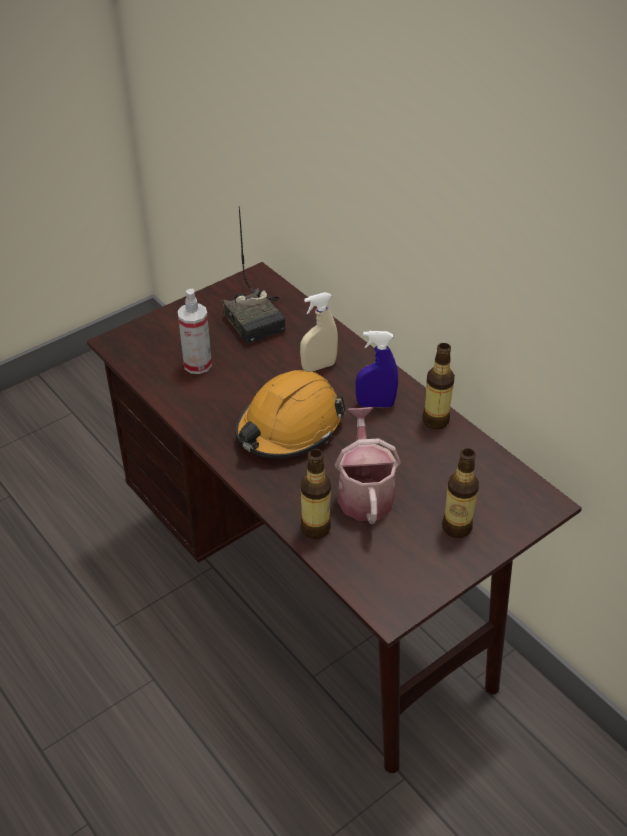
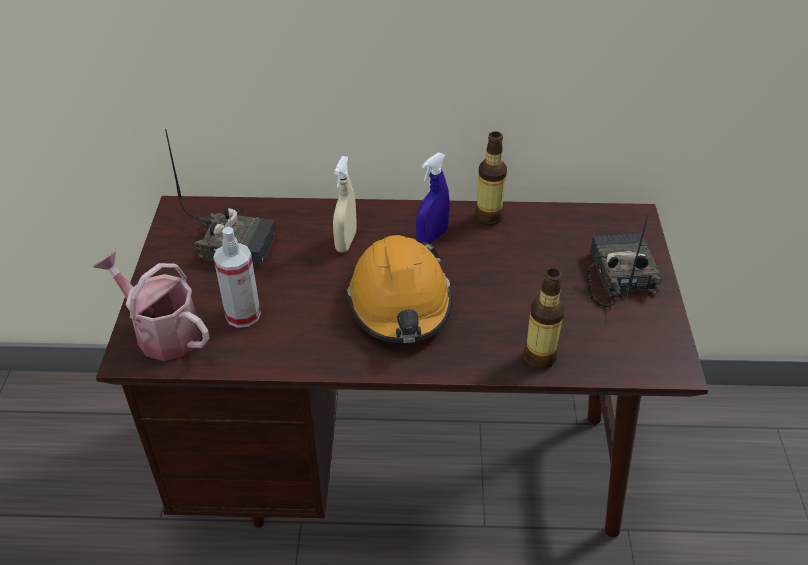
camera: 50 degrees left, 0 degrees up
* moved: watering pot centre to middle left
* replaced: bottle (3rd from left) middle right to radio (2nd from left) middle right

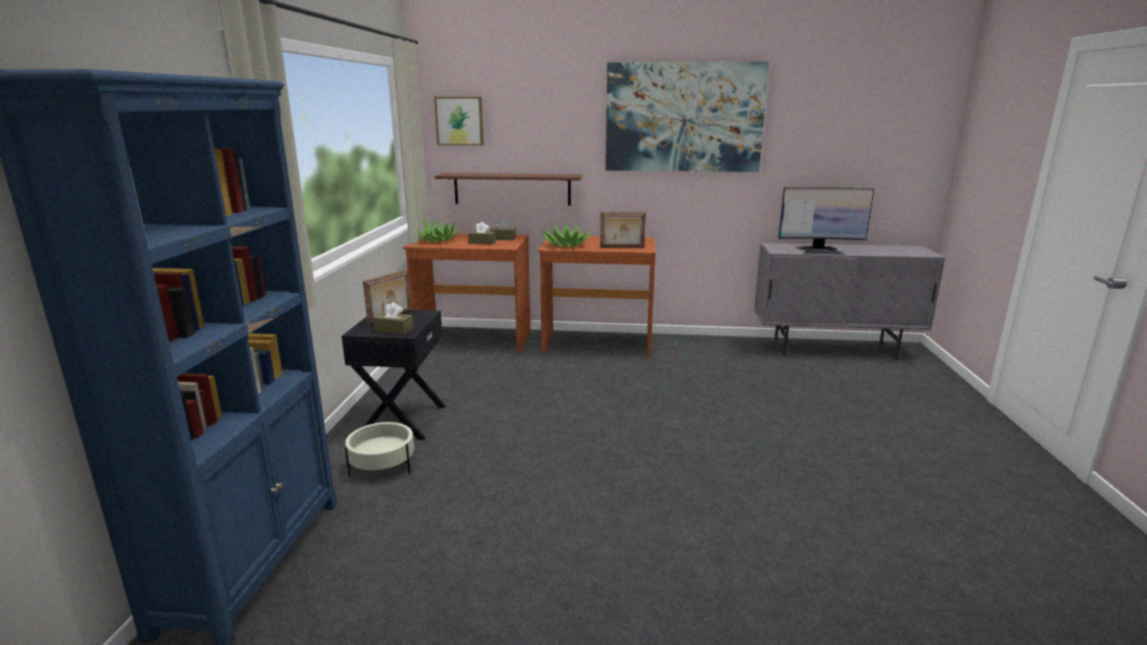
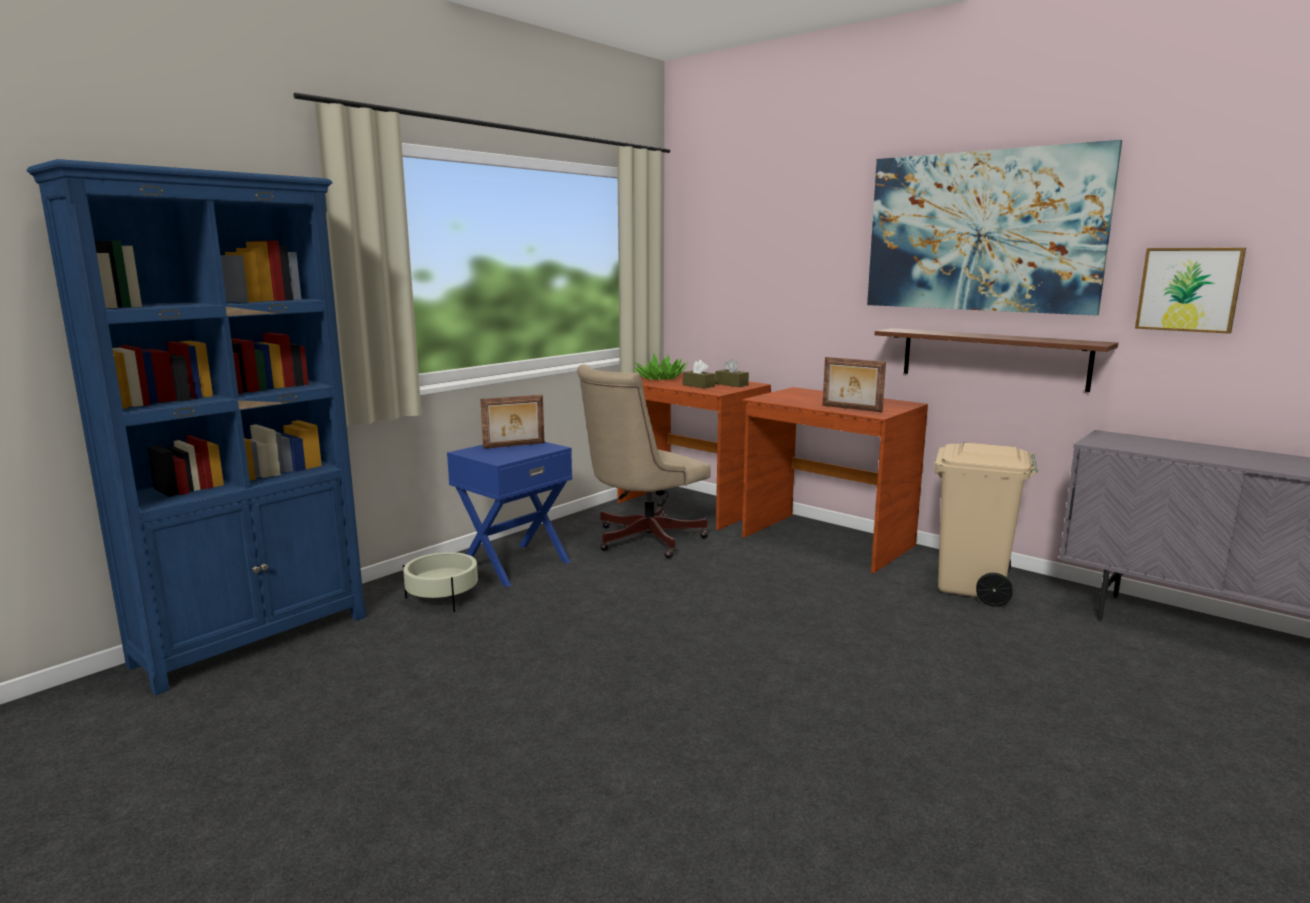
camera: 35 degrees right, 5 degrees down
* recoloured: nightstand in black centre to nightstand in bluish centre
* added: desk chair in sand-coloured centre
* moved: shelf in brownish top centre to middle right
* added: rubbish bin in sand-coloured middle right
* moved: wall art (1st from left in the first image) top centre to wall art (2nd from left) top right
* removed: box of tissues in brownish (1st from left) centre
* removed: potted plant (2nd from left) centre
* removed: computer display middle right

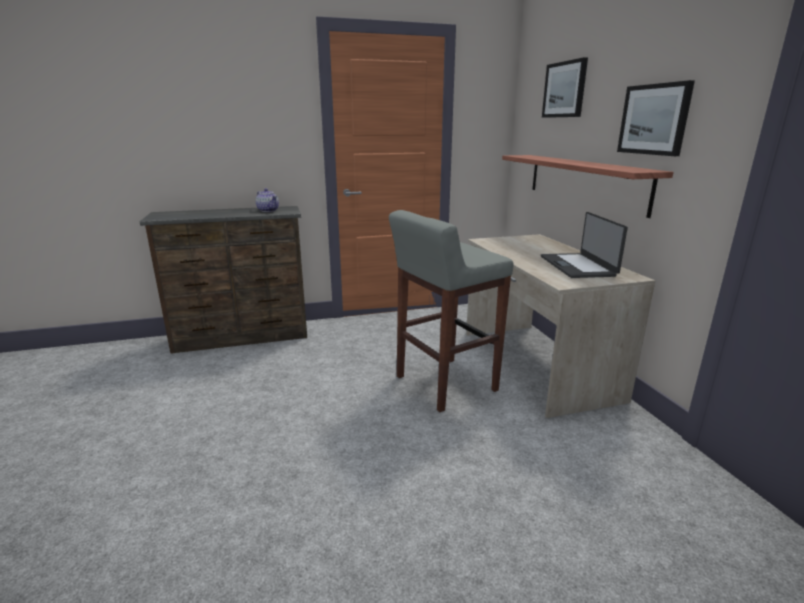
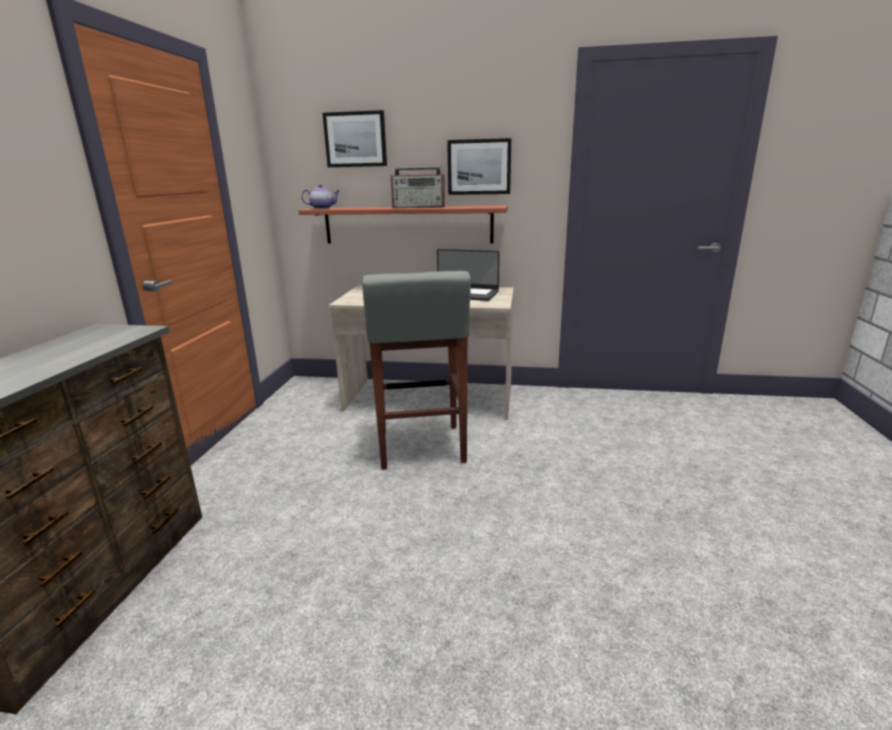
camera: 65 degrees left, 0 degrees up
* moved: tea pot top left to top centre
* added: radio top centre

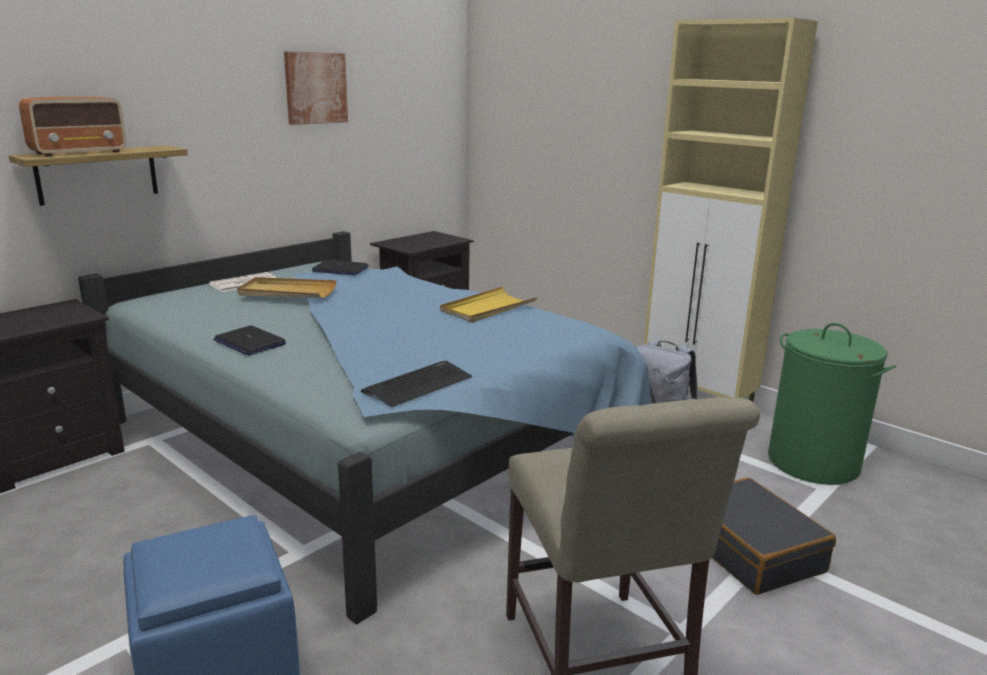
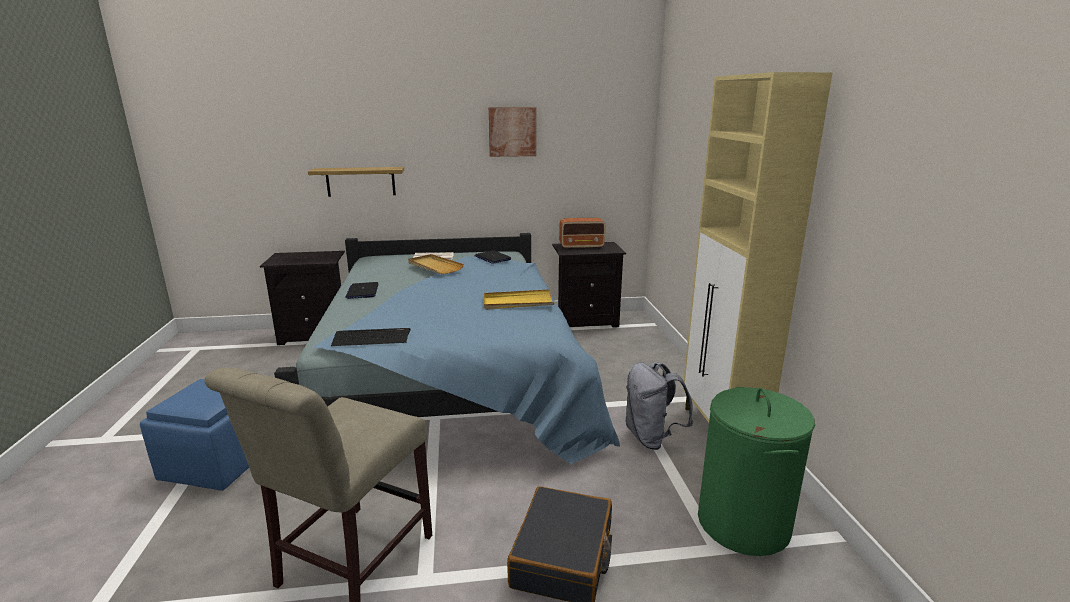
camera: 40 degrees right, 0 degrees up
* moved: radio top left to centre

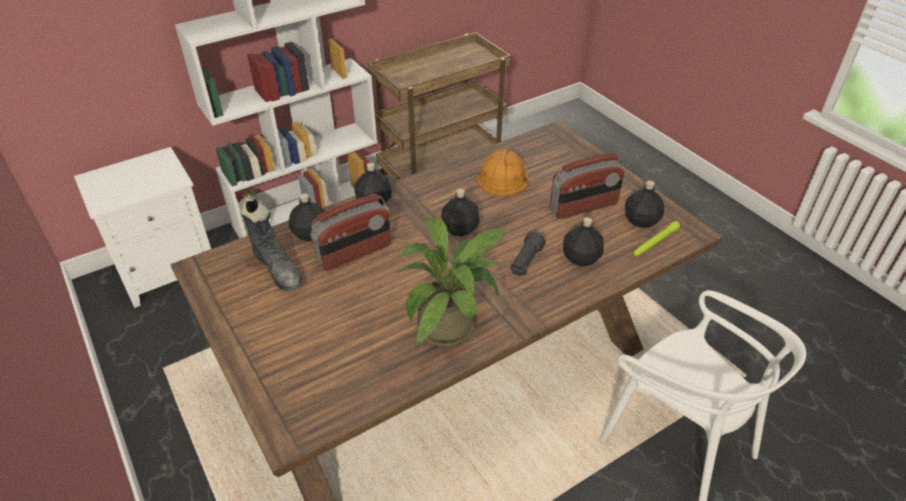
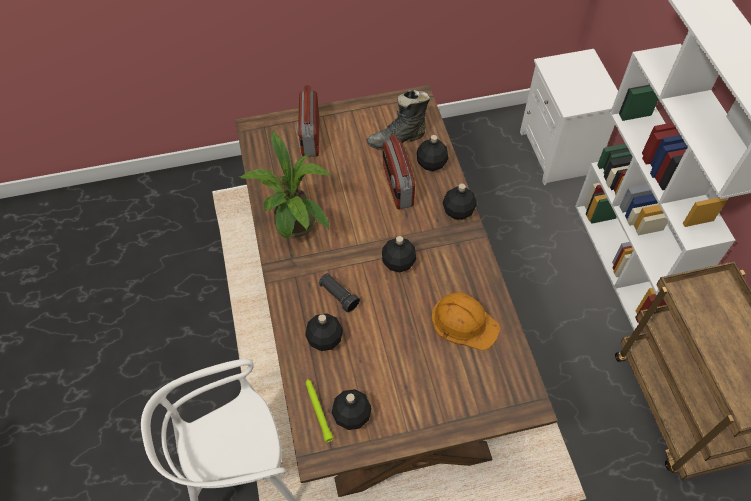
camera: 110 degrees right, 15 degrees up
* moved: radio (2nd from left in the first image) centre to radio (1st from left) top centre

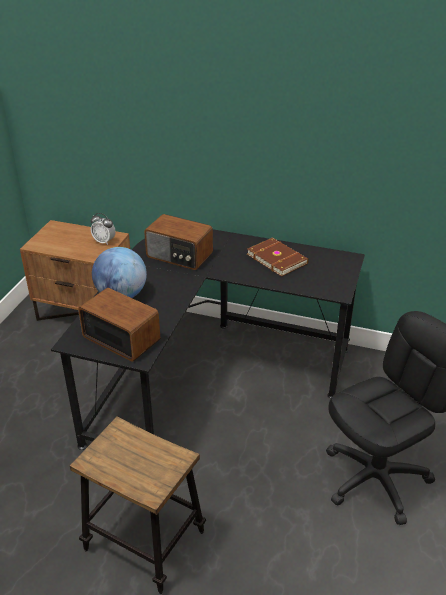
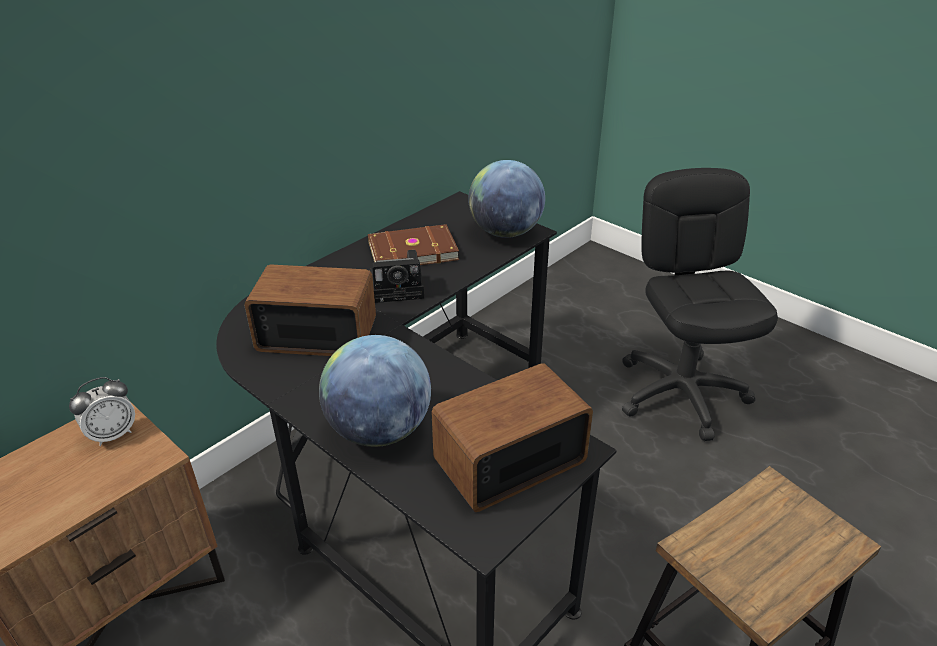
camera: 65 degrees left, 0 degrees up
* turned: radio (2nd from left in the first image) centre = middle left 135 degrees counterclockwise
* added: photo camera centre
* added: world globe (2nd from left) top centre

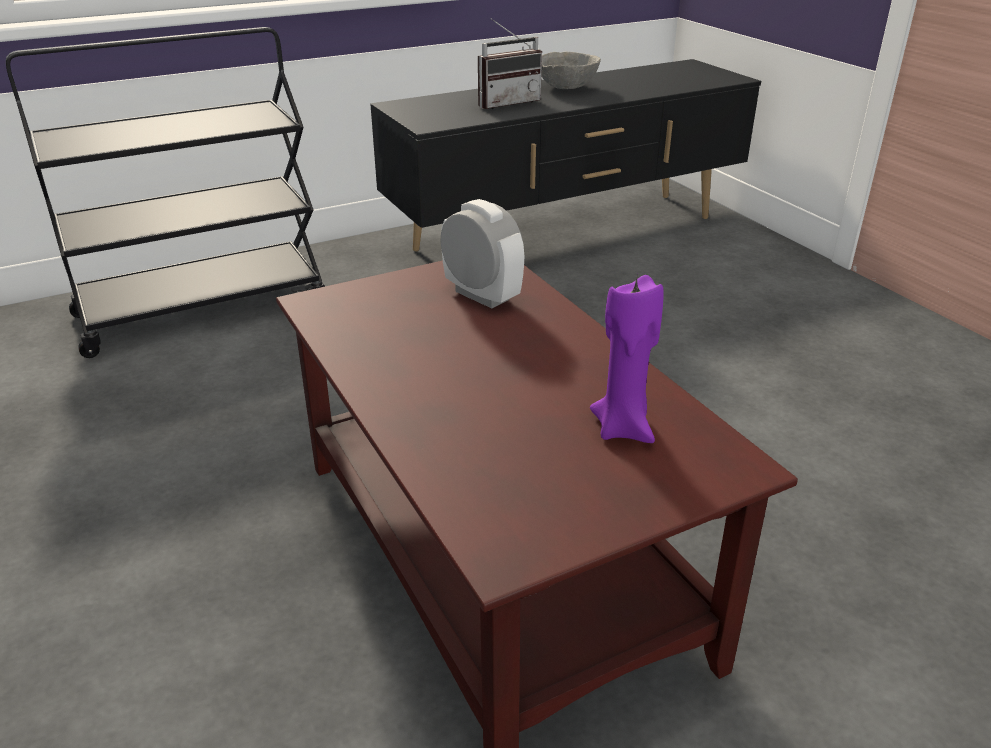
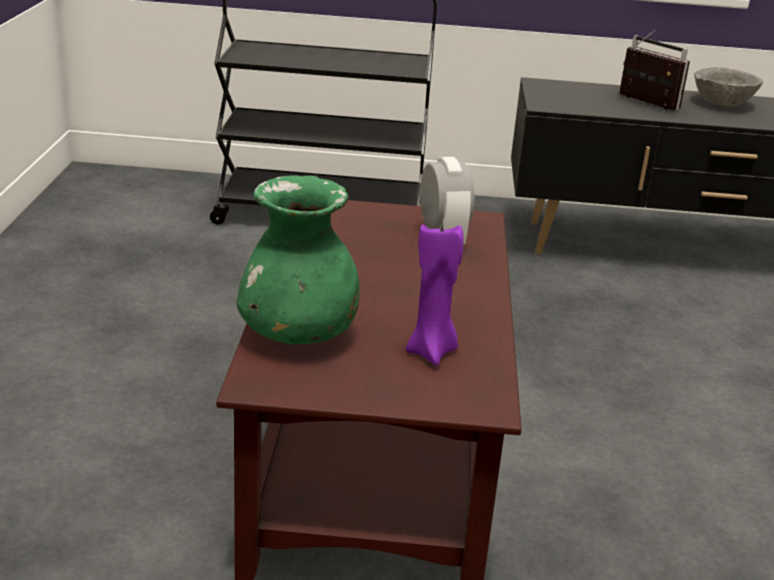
camera: 30 degrees right, 5 degrees down
* added: flower vase in greenish centre
* turned: radio top centre = top right 135 degrees counterclockwise

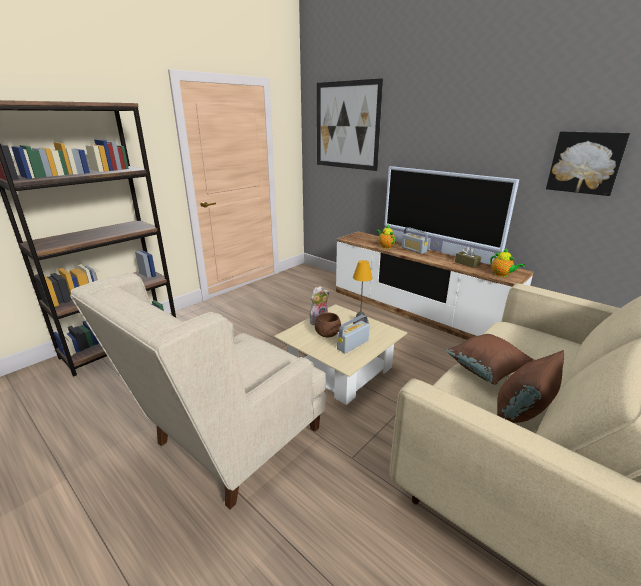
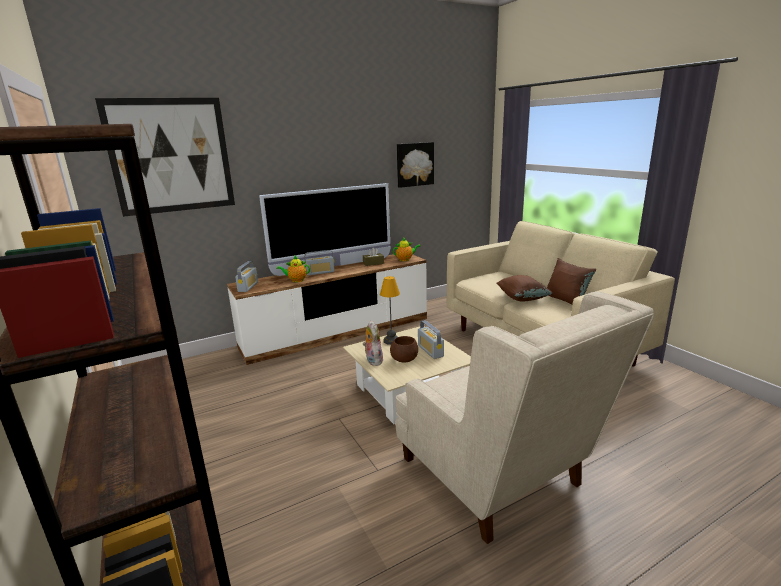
camera: 70 degrees left, 5 degrees down
* added: radio (1st from left) middle left

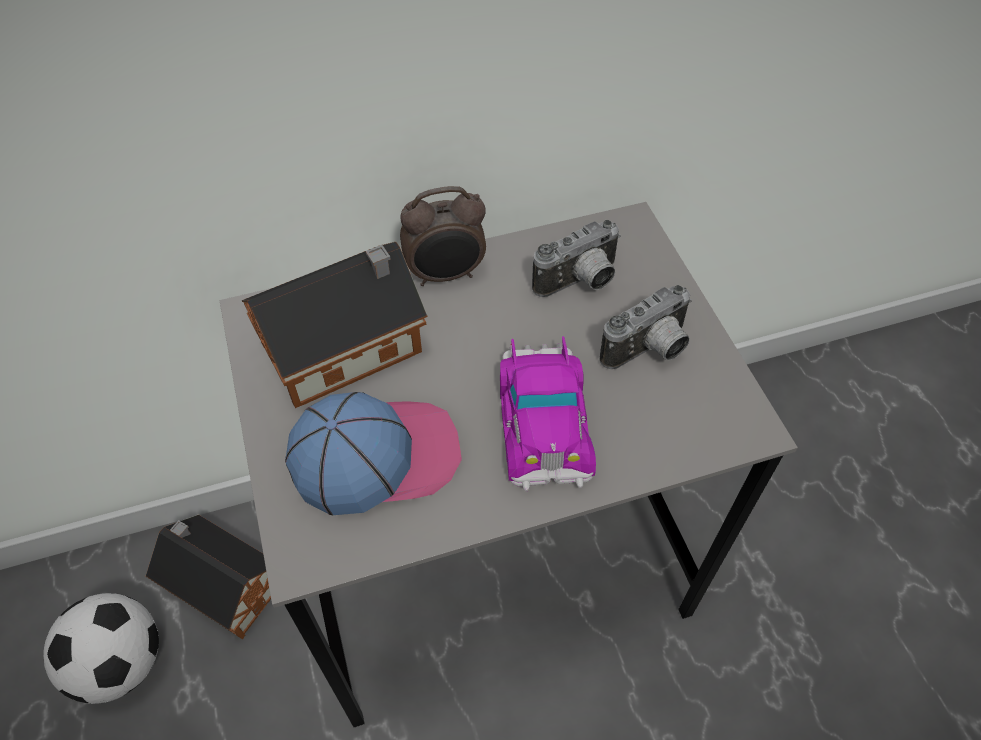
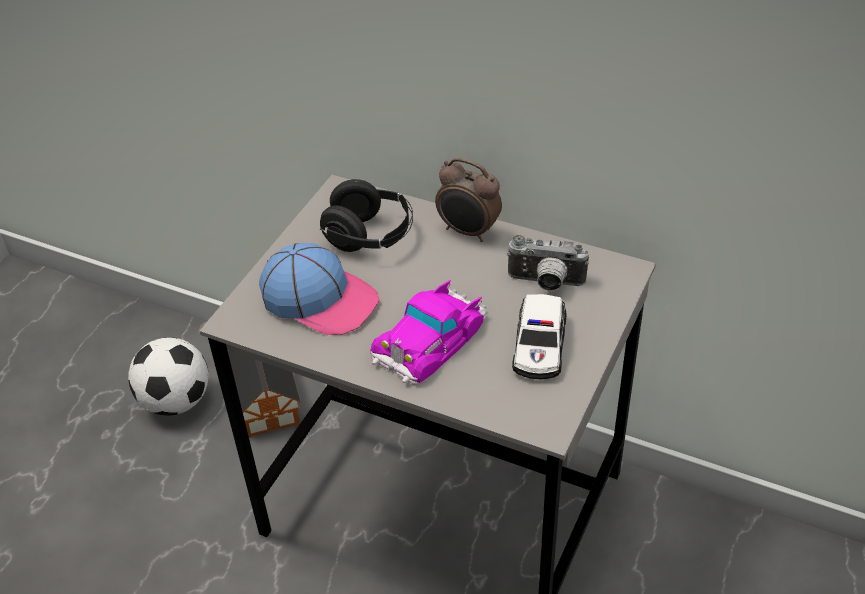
camera: 45 degrees right, 10 degrees down
* replaced: model house (2nd from left) centre to headphones in black centre
* replaced: photo camera (2nd from left) centre to miniature car (2nd from left) centre

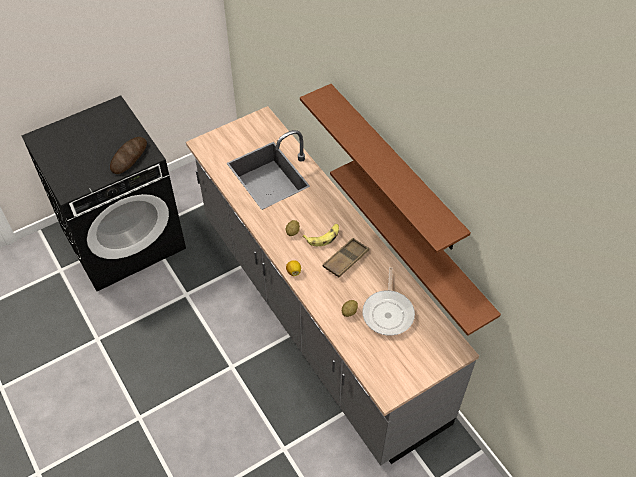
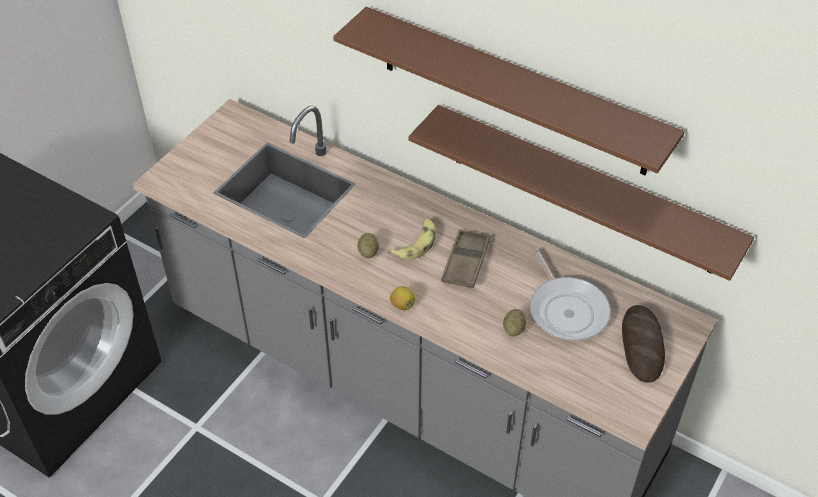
camera: 25 degrees left, 5 degrees down
* moved: baked bread top left to bottom right

